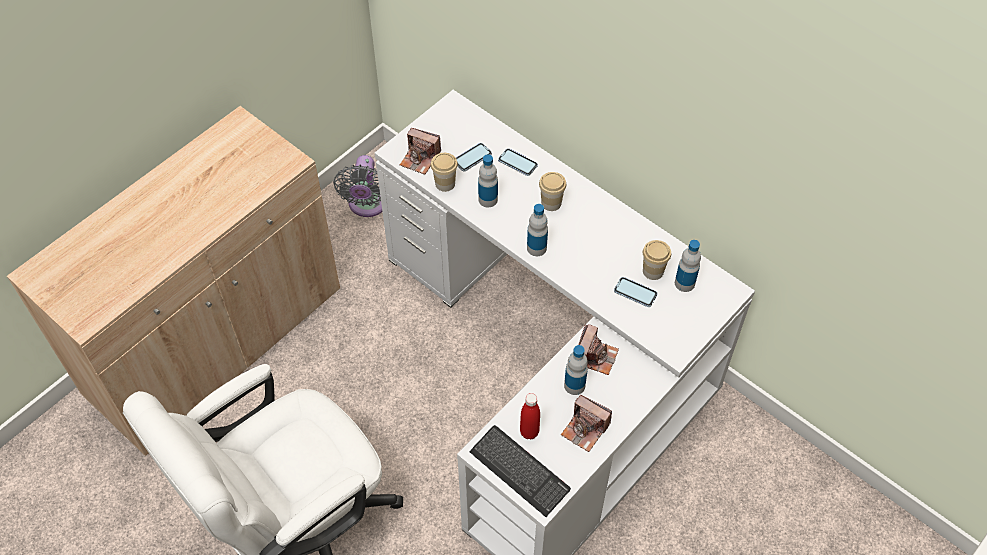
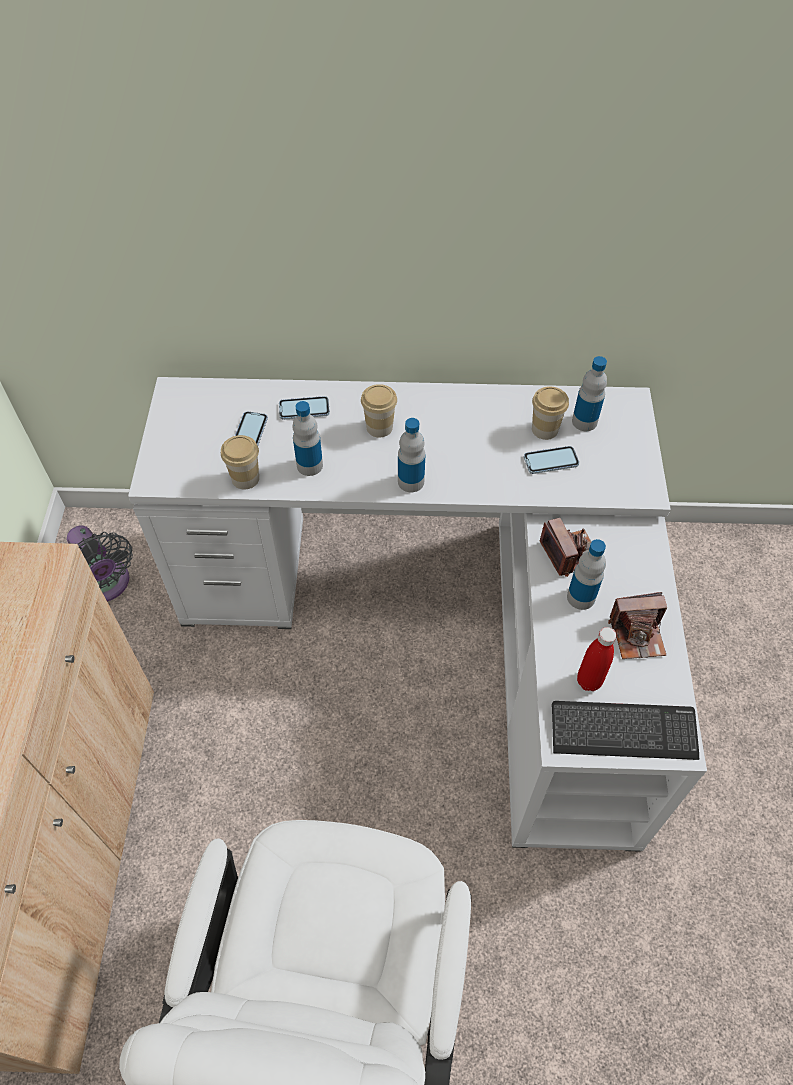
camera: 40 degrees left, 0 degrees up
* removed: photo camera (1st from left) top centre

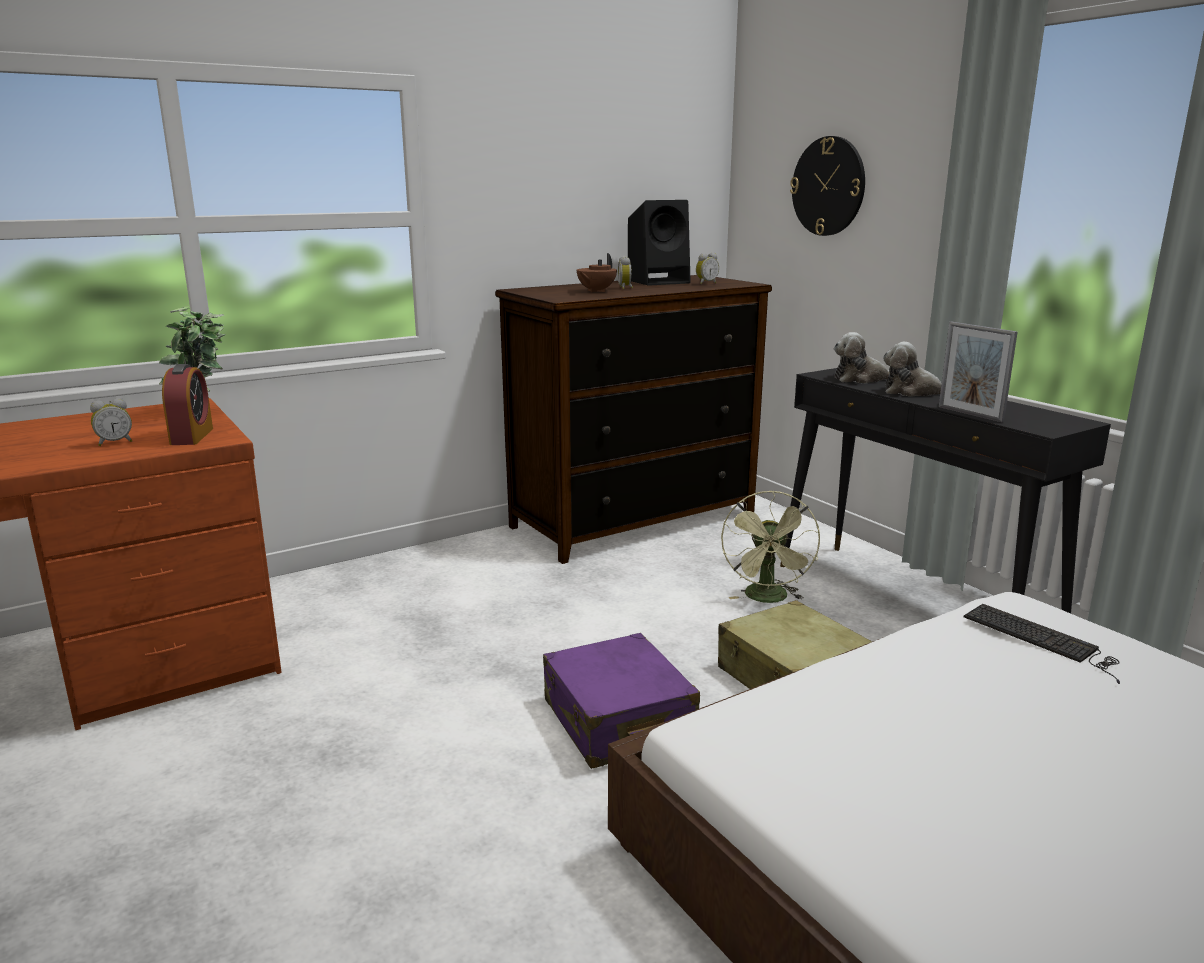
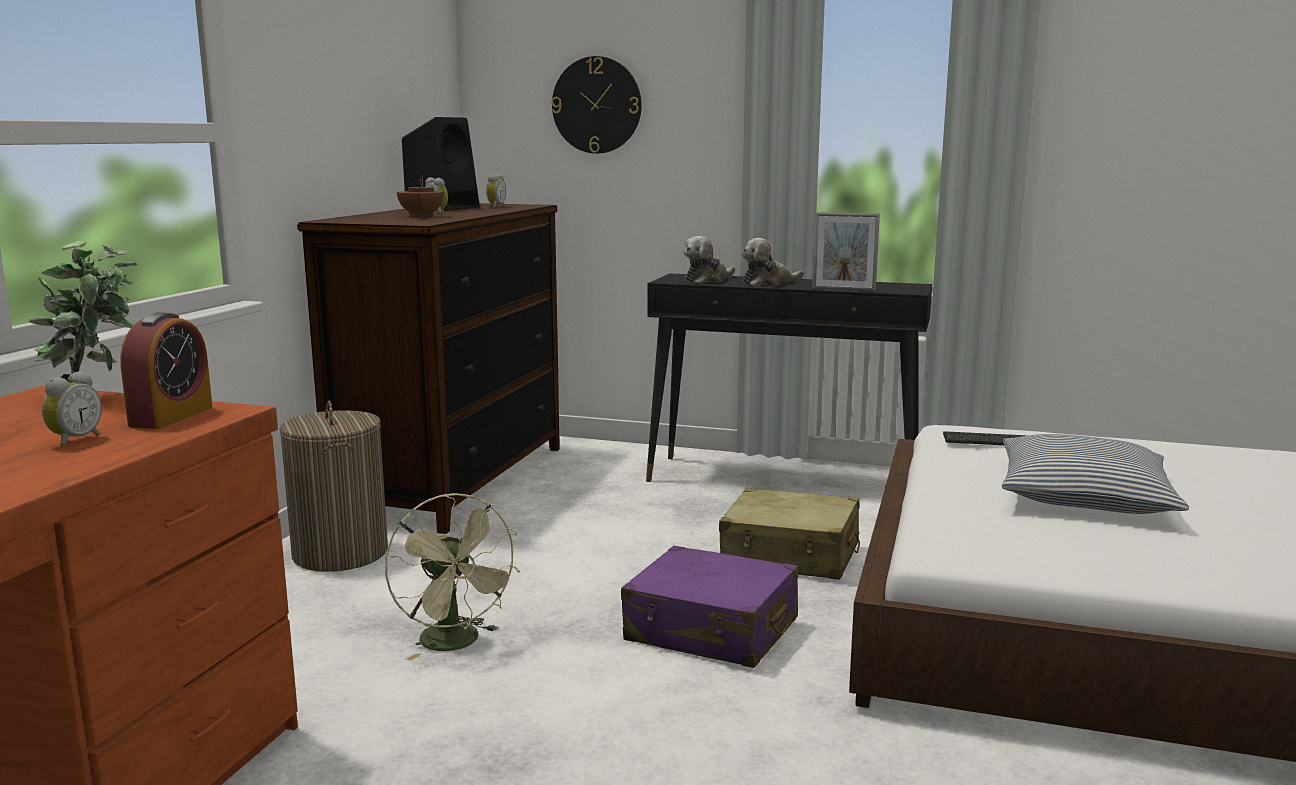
camera: 40 degrees left, 5 degrees down
* turned: alarm clock (2nd from left) middle left = middle left 60 degrees clockwise
* added: washing basket middle left
* moved: fan in greenish centre to bottom centre
* added: cushion middle right

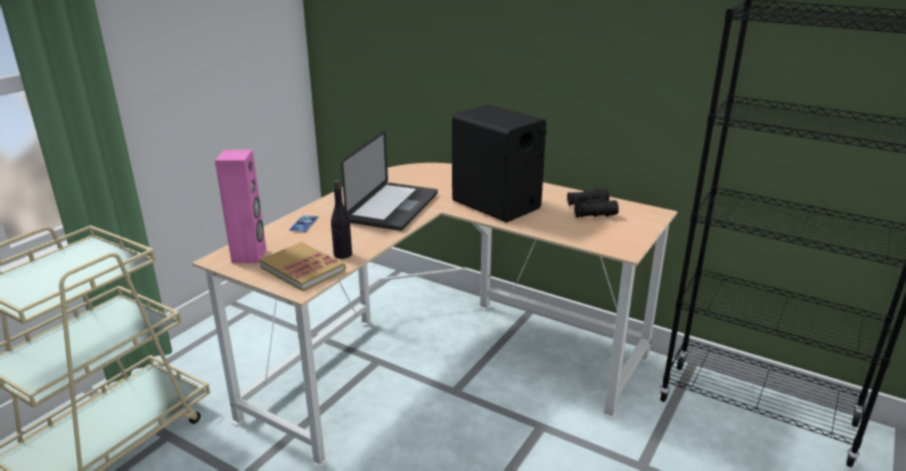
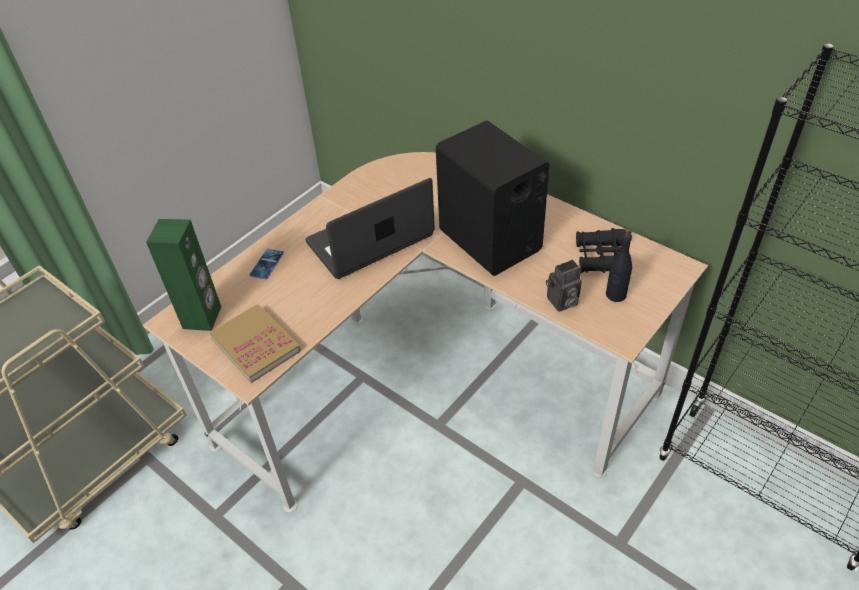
camera: 10 degrees right, 20 degrees up
* recoloured: audio speaker in pinkish middle left to audio speaker in greenish middle left
* turned: notebook computer centre = centre 150 degrees counterclockwise
* added: photo camera centre
* moved: bottle in black centre to middle right

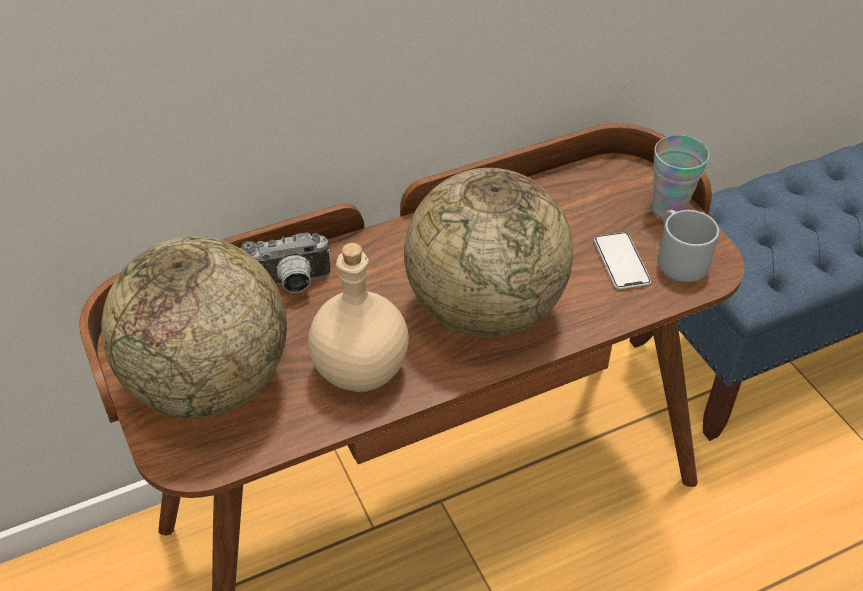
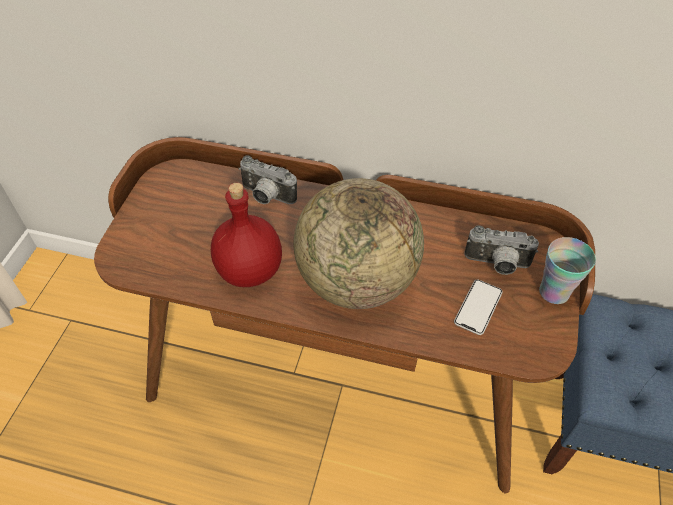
camera: 40 degrees right, 5 degrees up
* recoloured: bottle in sand-coloured centre to bottle in red centre
* added: photo camera (2nd from left) middle right
* removed: world globe (1st from left) middle left
* removed: mug in greyish middle right

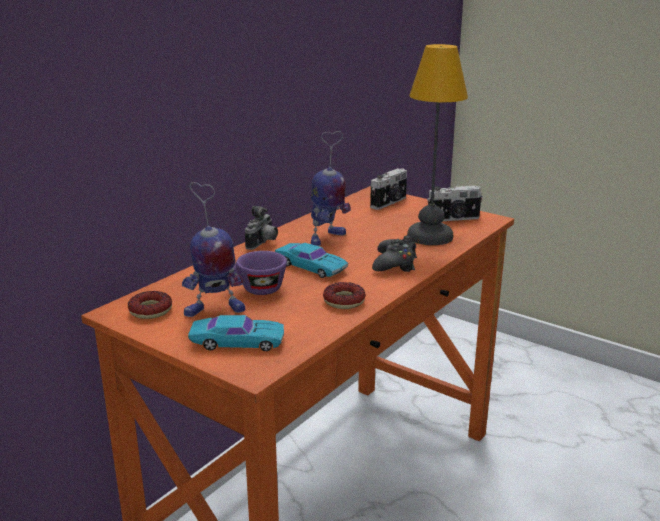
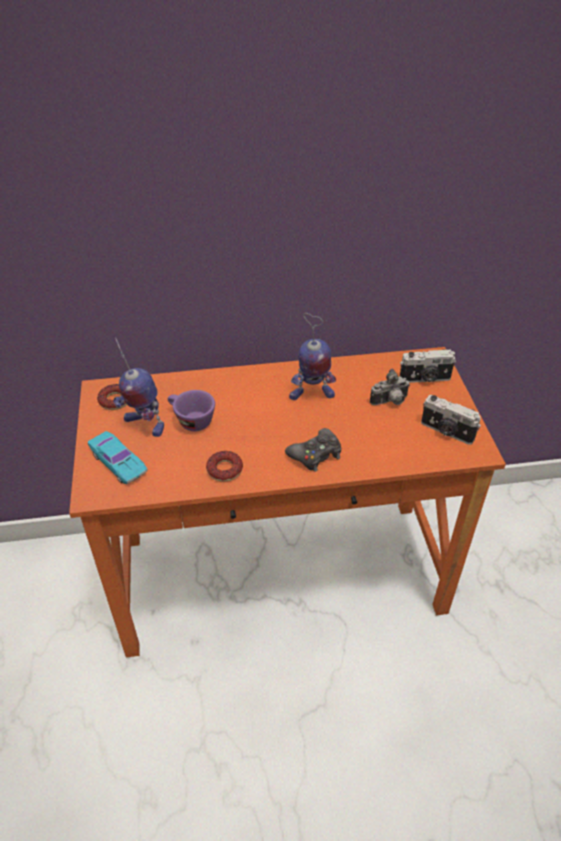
camera: 45 degrees right, 20 degrees up
* moved: photo camera (1st from left) centre to middle right
* removed: miniature car in turquoise-coloured (2nd from left) centre
* removed: lamp for a table top centre

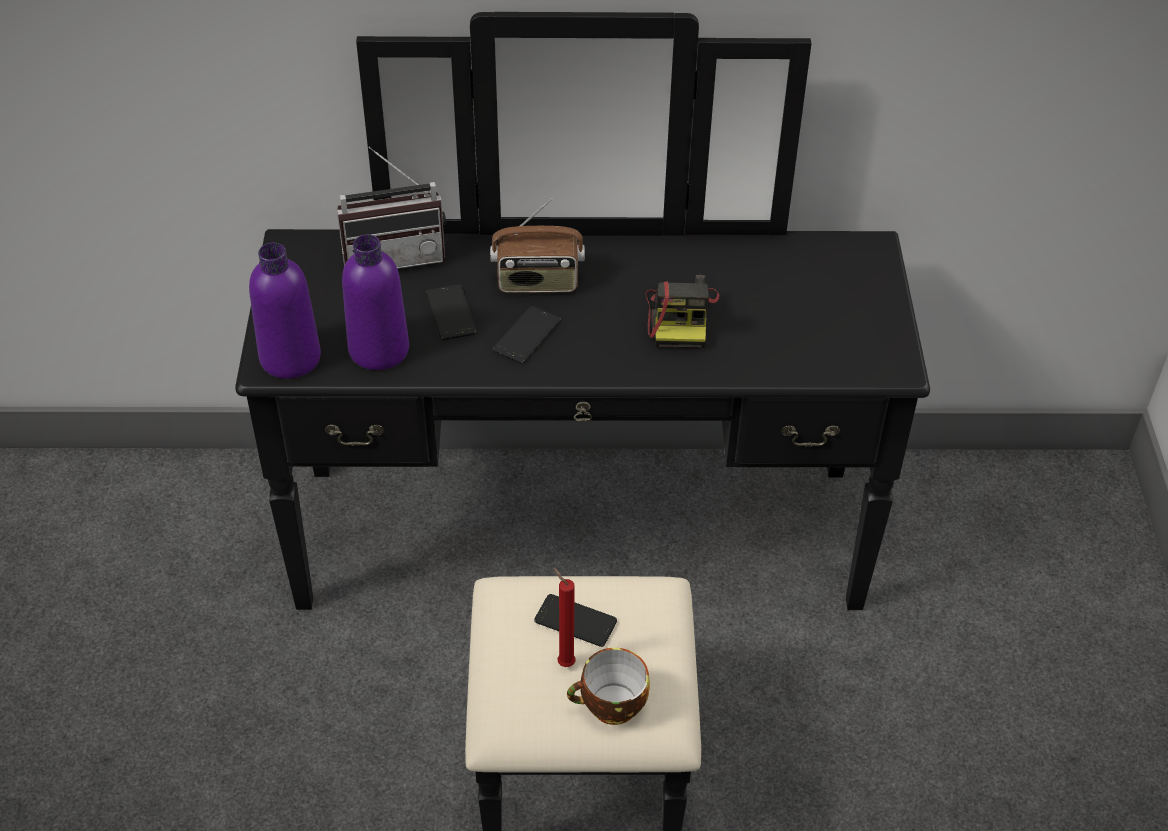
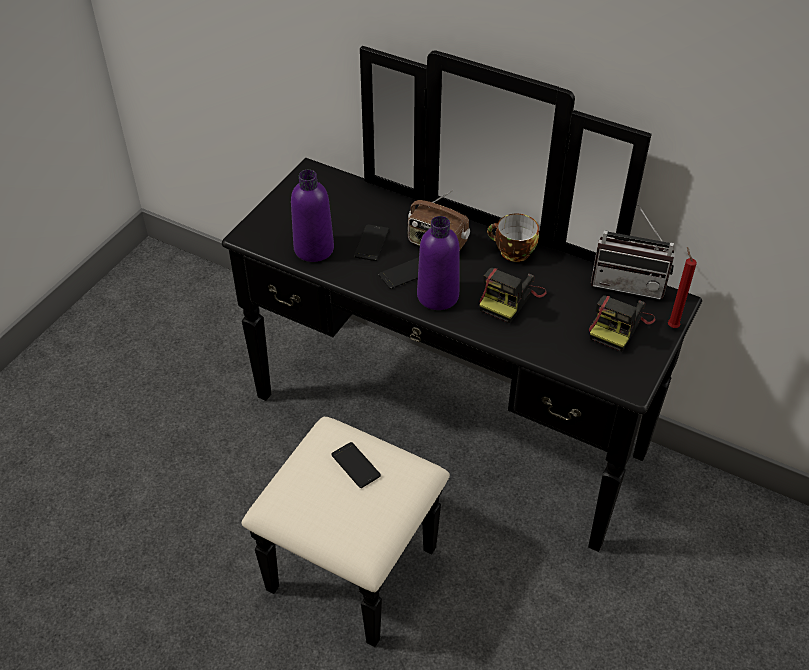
camera: 30 degrees right, 0 degrees up
* moved: bottle in purple (1st from left in the first image) middle left to bottle in purple (2nd from left) centre
* moved: cup bottom centre to centre
* added: photo camera (2nd from left) middle right
* moved: radio (1st from left in the first image) top centre to radio (2nd from left) middle right
* moved: wax light in red bottom centre to middle right

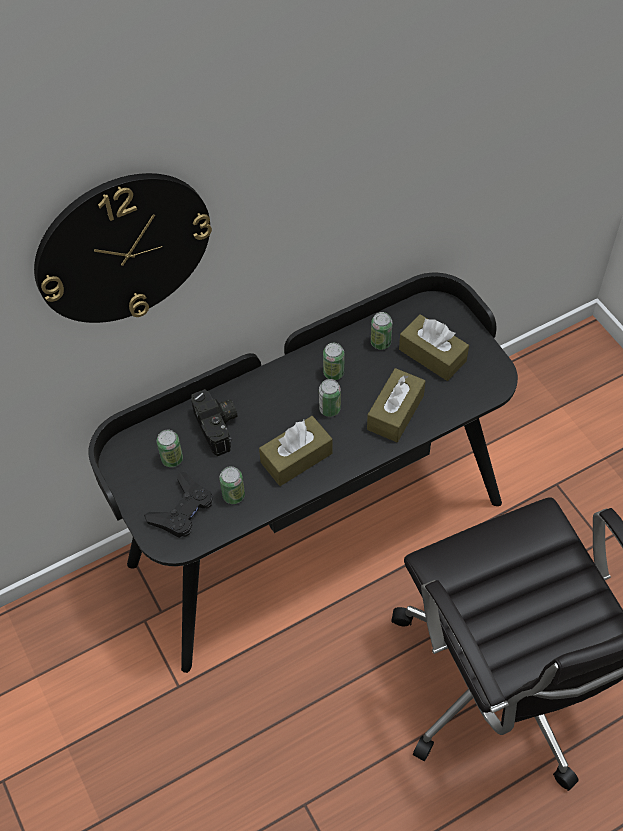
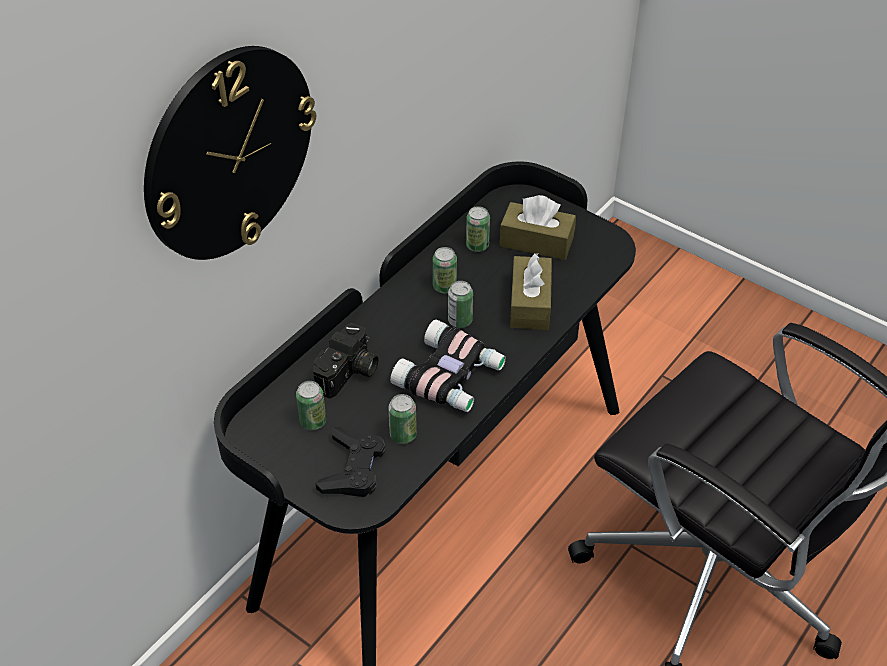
camera: 25 degrees left, 10 degrees down
* turned: photo camera centre = centre 75 degrees clockwise
* replaced: box of tissues in brownish (1st from left) centre to field glasses centre

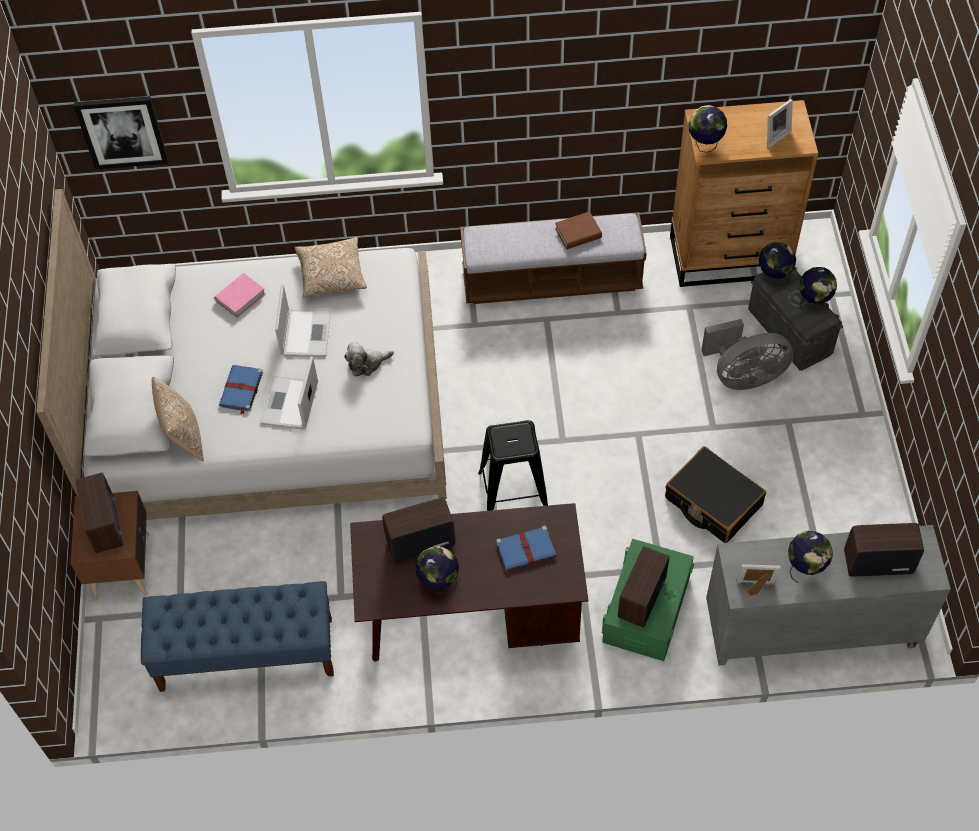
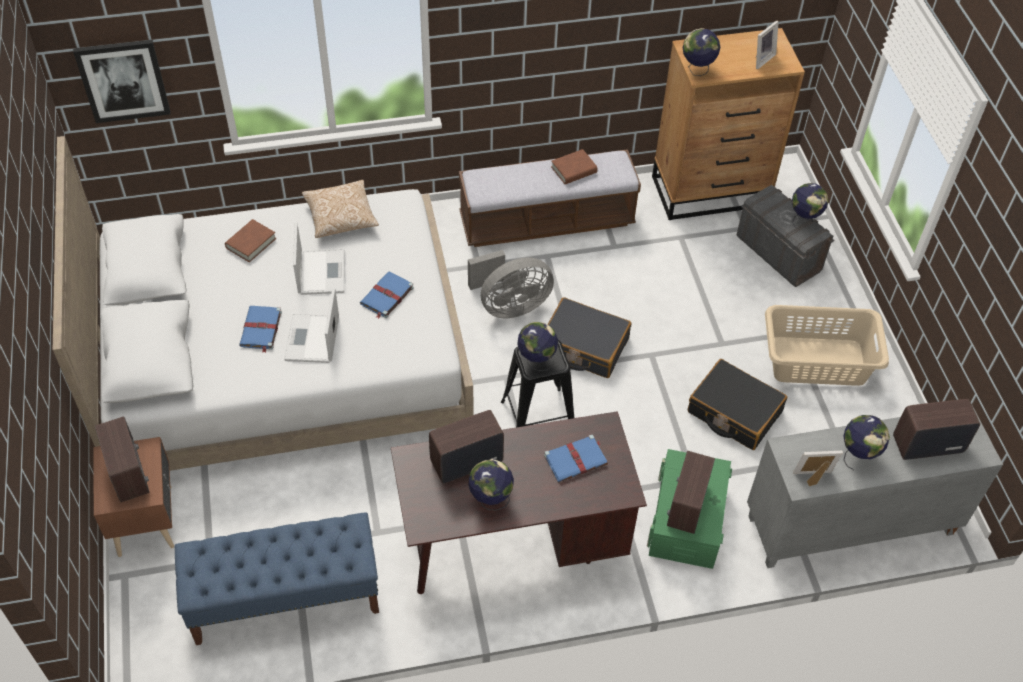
camera: 10 degrees left, 5 degrees down
* recoloured: volume in pinkish middle left to volume in brownish (1st from left) middle left
* replaced: cuddly toy centre to volume in bluish (2nd from left) centre
* moved: fan in greyish middle right to centre
* moved: world globe (3rd from left in the first image) top right to world globe (2nd from left) centre
* added: travel case in black (1st from left) centre
* added: washing basket in sand-coloured middle right
* removed: cushion (1st from left) middle left

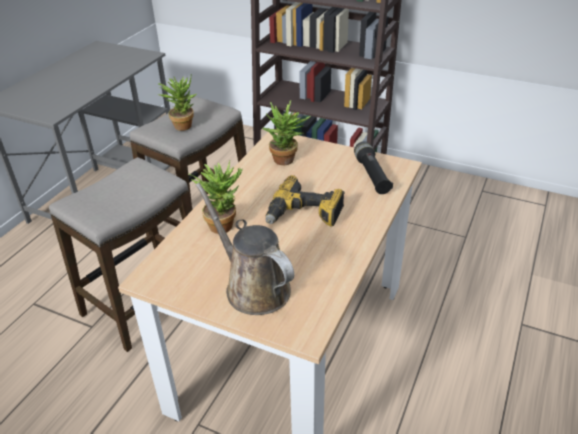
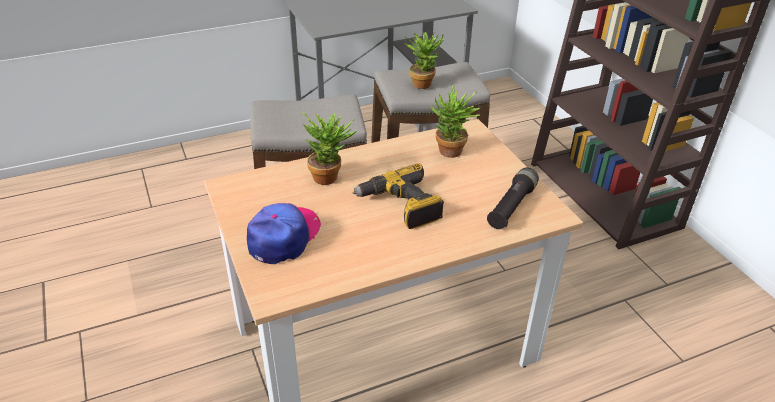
camera: 40 degrees right, 0 degrees up
* replaced: watering pot in brownish centre to cap centre

